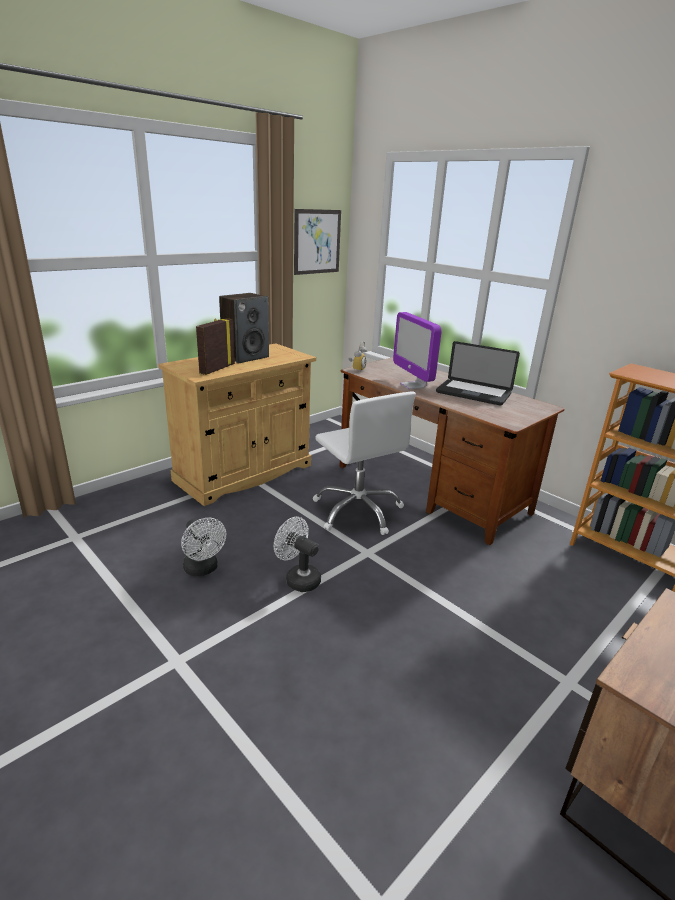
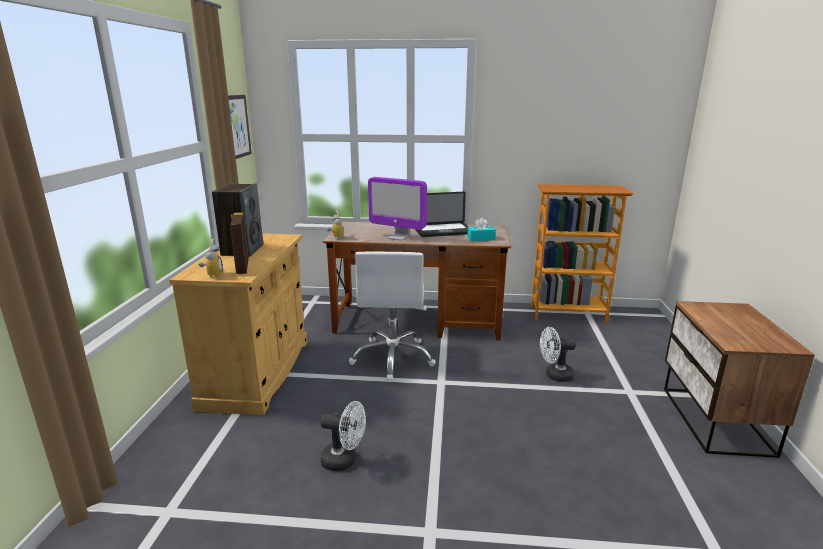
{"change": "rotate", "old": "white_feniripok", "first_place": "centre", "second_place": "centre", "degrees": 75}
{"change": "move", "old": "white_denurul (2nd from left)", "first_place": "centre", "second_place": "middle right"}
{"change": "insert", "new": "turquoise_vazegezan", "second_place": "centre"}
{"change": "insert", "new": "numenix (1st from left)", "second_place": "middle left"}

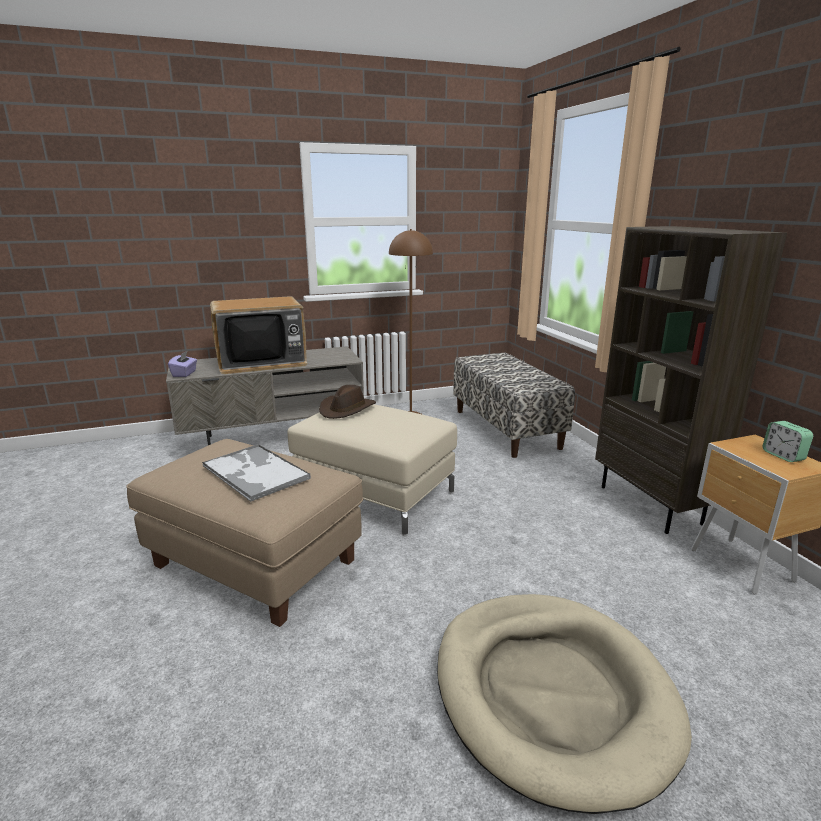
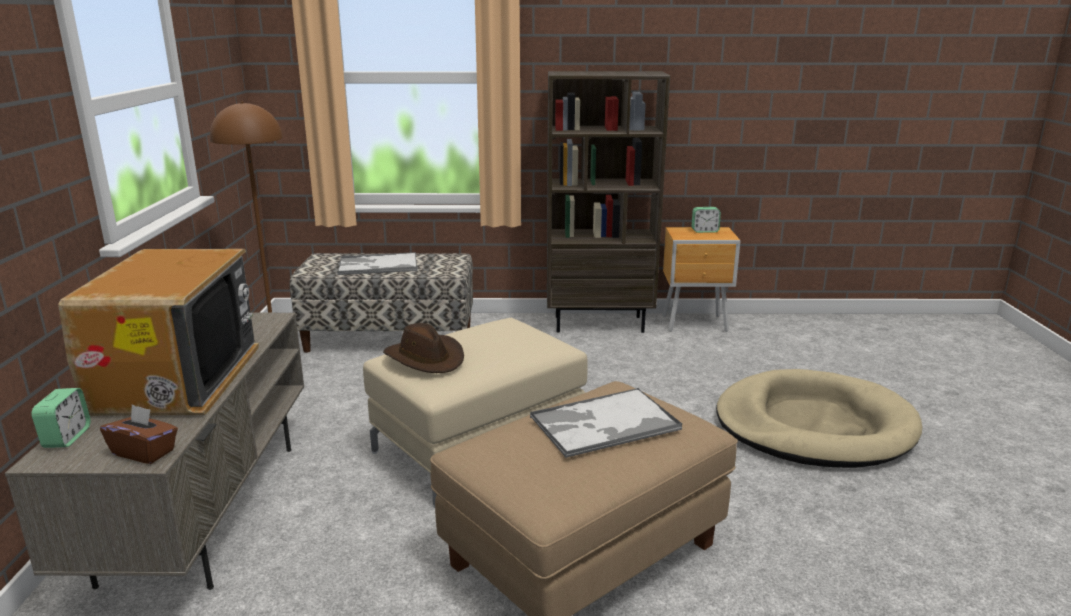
{"change": "recolor", "old": "purple_vazegezan", "new": "brown_vazegezan", "first_place": "middle left", "second_place": "bottom left"}
{"change": "insert", "new": "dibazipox (1st from left)", "second_place": "centre"}
{"change": "insert", "new": "numenix (1st from left)", "second_place": "bottom left"}

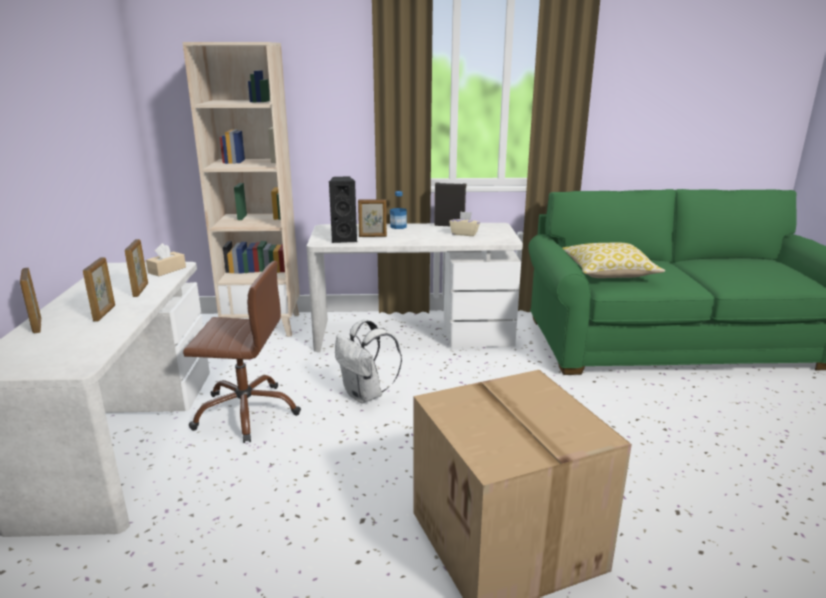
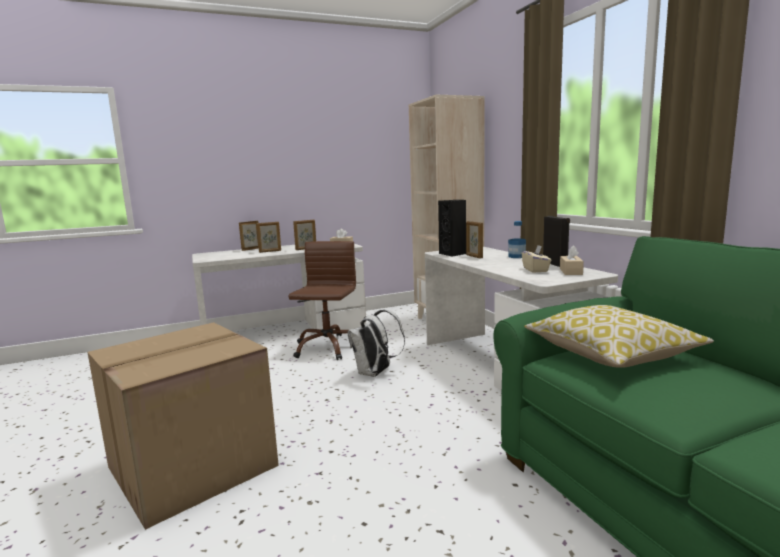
{"change": "rotate", "old": "brown_feniripok", "first_place": "middle left", "second_place": "centre", "degrees": -150}
{"change": "insert", "new": "beige_vazegezan (3rd from left)", "second_place": "middle right"}

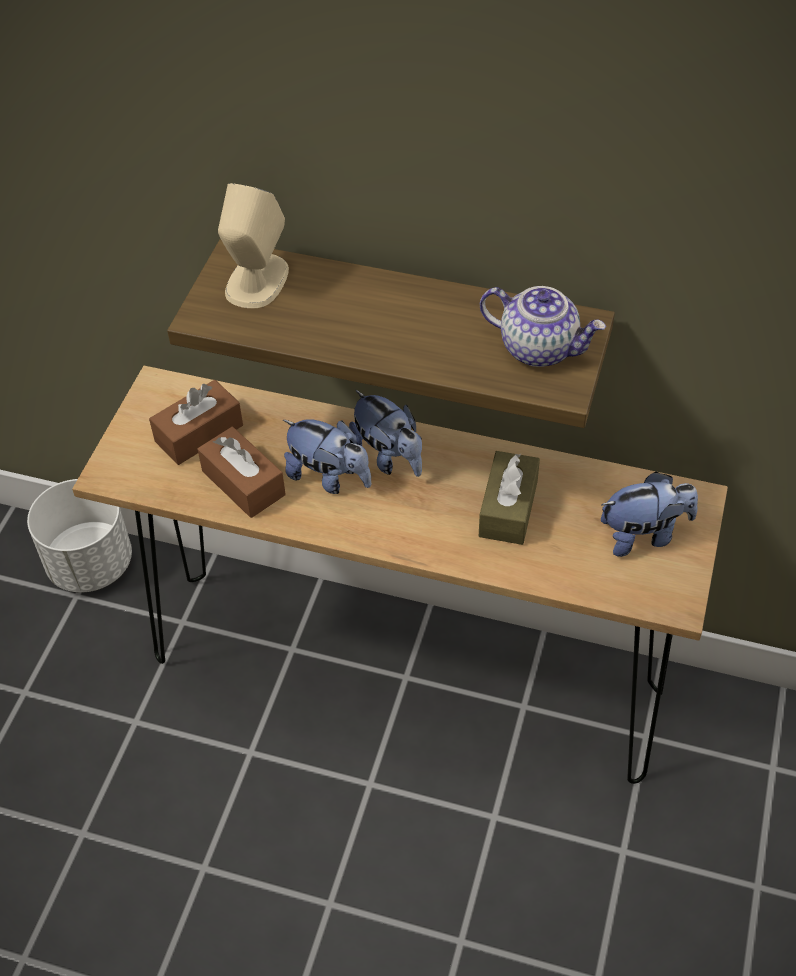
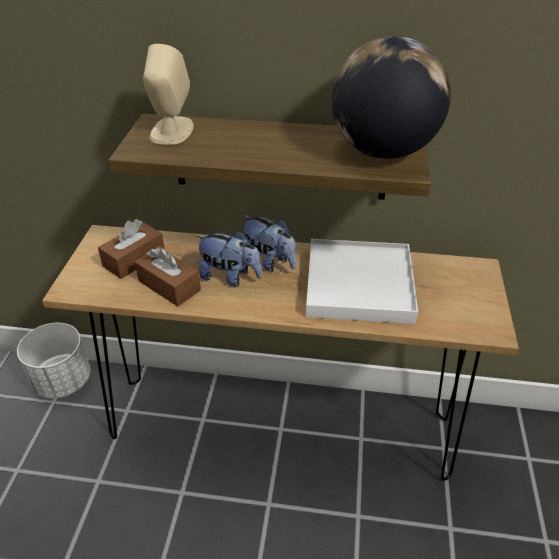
{"change": "replace", "old": "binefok", "new": "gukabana", "first_place": "middle right", "second_place": "top right"}
{"change": "replace", "old": "brown_vazegezan (3rd from left)", "new": "white_dibazipox", "first_place": "centre", "second_place": "centre"}
{"change": "delete", "old": "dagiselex (3rd from left)", "first_place": "middle right"}

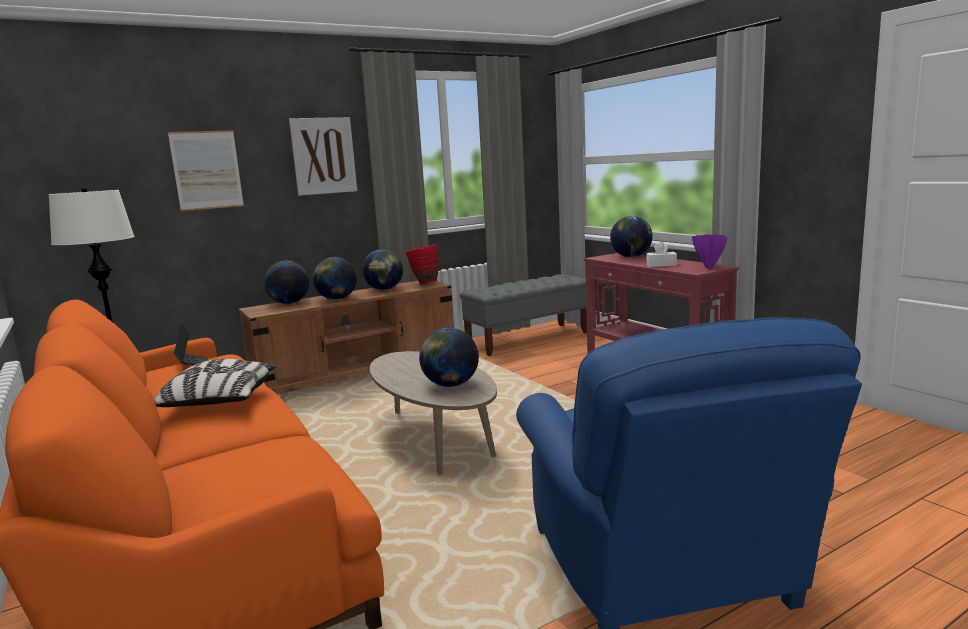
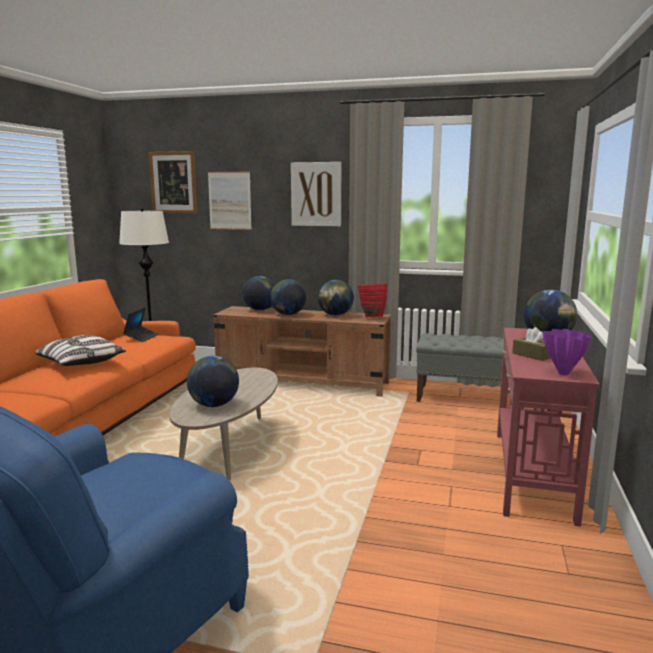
{"change": "recolor", "old": "white_vazegezan", "new": "brown_vazegezan", "first_place": "middle right", "second_place": "middle right"}
{"change": "insert", "new": "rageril (1st from left)", "second_place": "top left"}

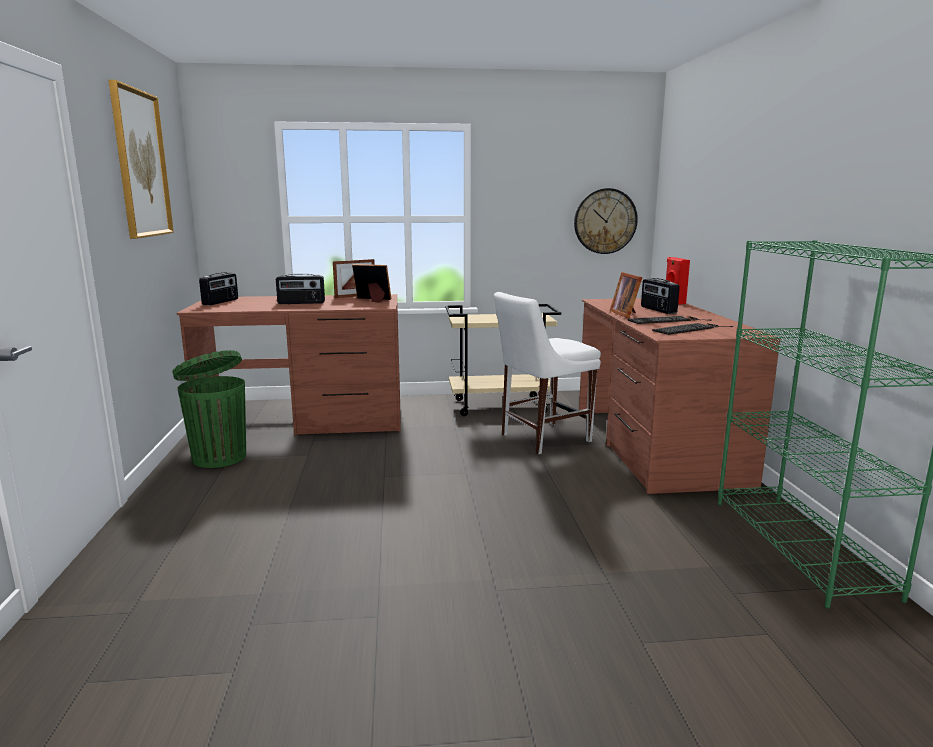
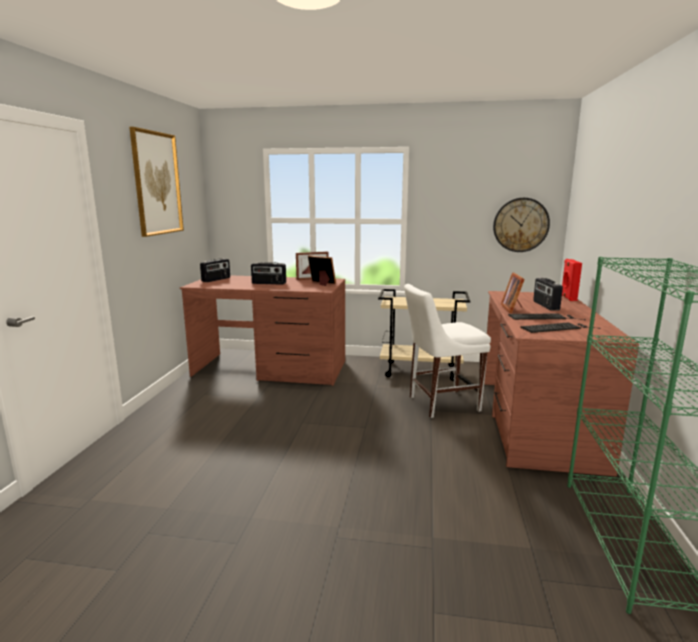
{"change": "delete", "old": "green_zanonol", "first_place": "middle left"}

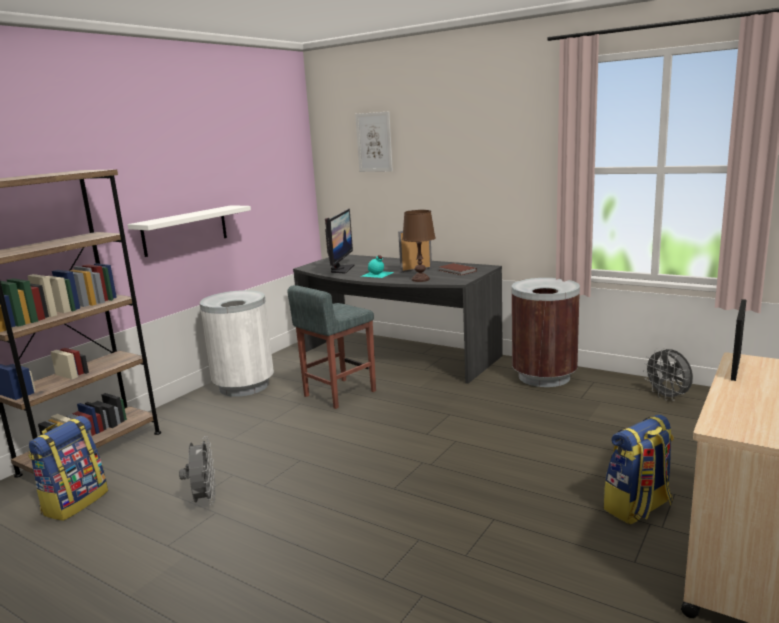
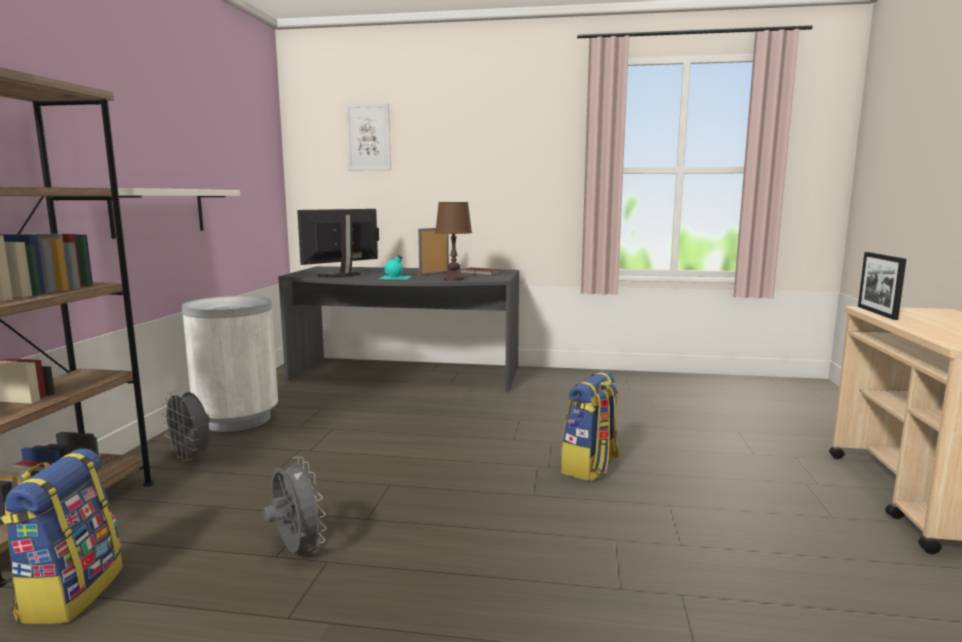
{"change": "rotate", "old": "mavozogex", "first_place": "centre", "second_place": "centre", "degrees": -120}
{"change": "delete", "old": "brown_zanonol", "first_place": "middle right"}
{"change": "delete", "old": "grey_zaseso", "first_place": "centre"}
{"change": "move", "old": "grey_denurul (2nd from left in the first image)", "new": "grey_denurul (1st from left)", "first_place": "middle right", "second_place": "middle left"}
{"change": "move", "old": "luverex (2nd from left)", "first_place": "bottom right", "second_place": "centre"}

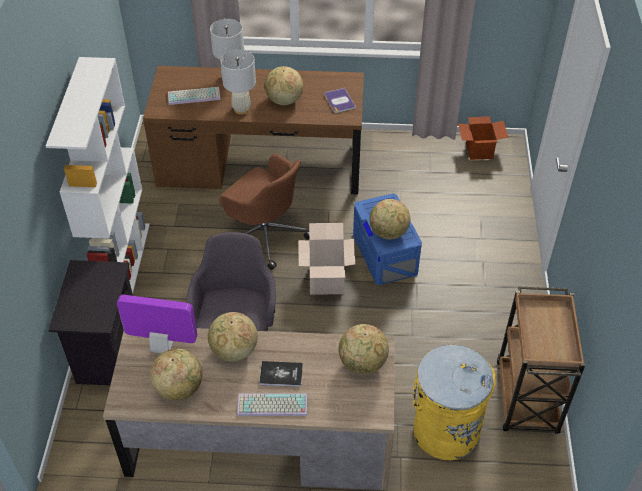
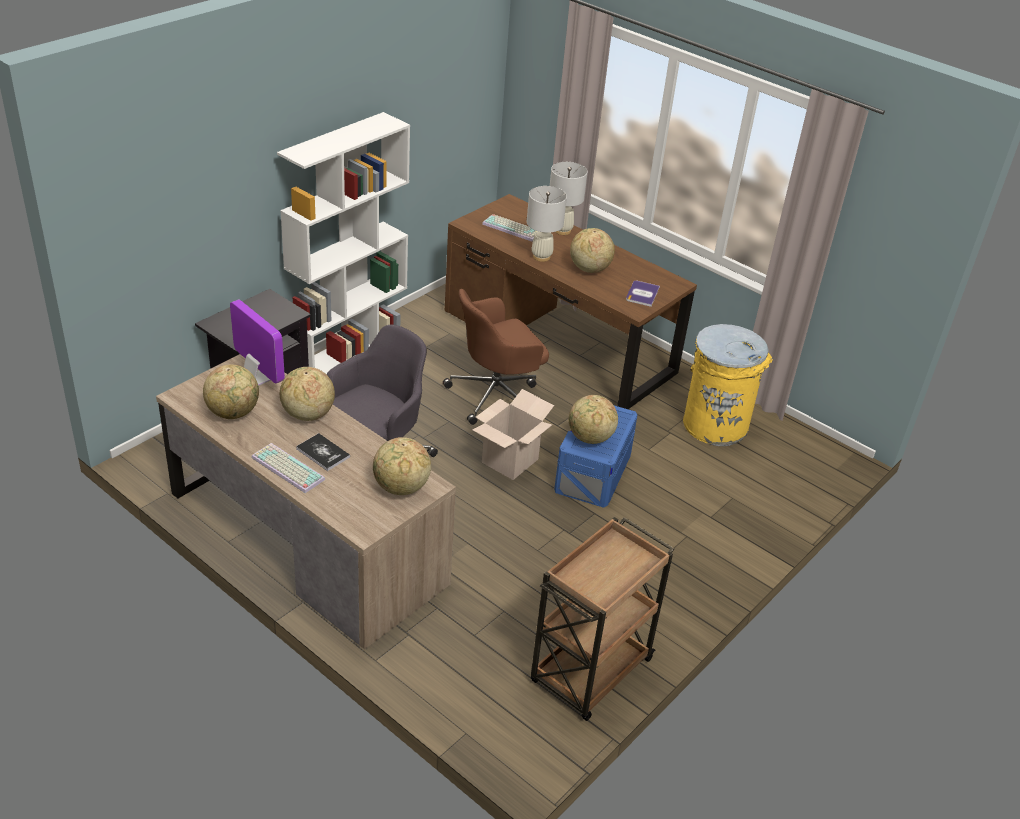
{"change": "delete", "old": "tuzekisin (2nd from left)", "first_place": "top right"}
{"change": "rotate", "old": "brown_feniripok", "first_place": "centre", "second_place": "centre", "degrees": 75}
{"change": "move", "old": "yellow_zanonol", "first_place": "bottom right", "second_place": "middle right"}

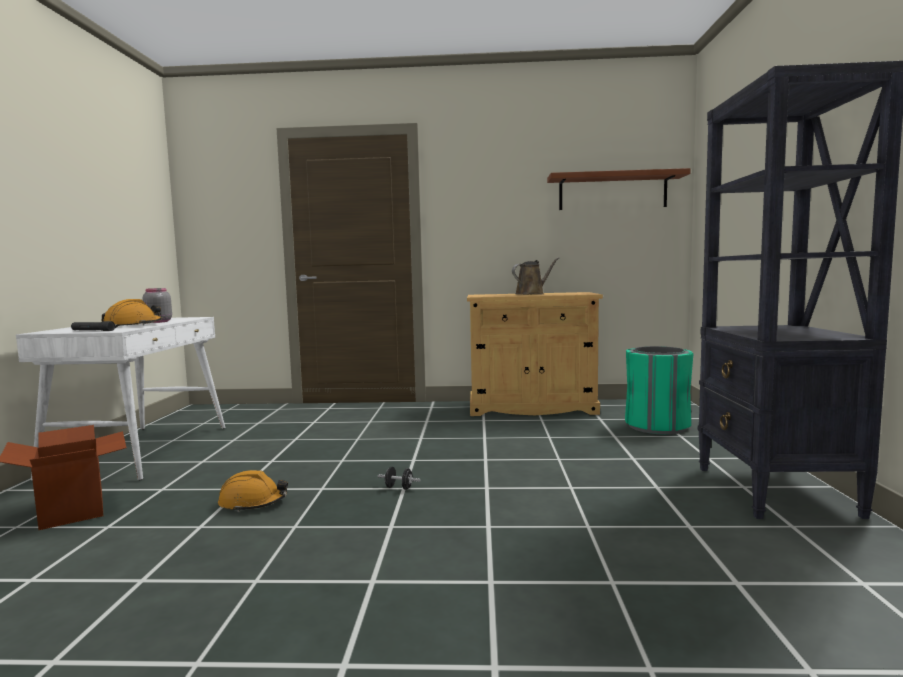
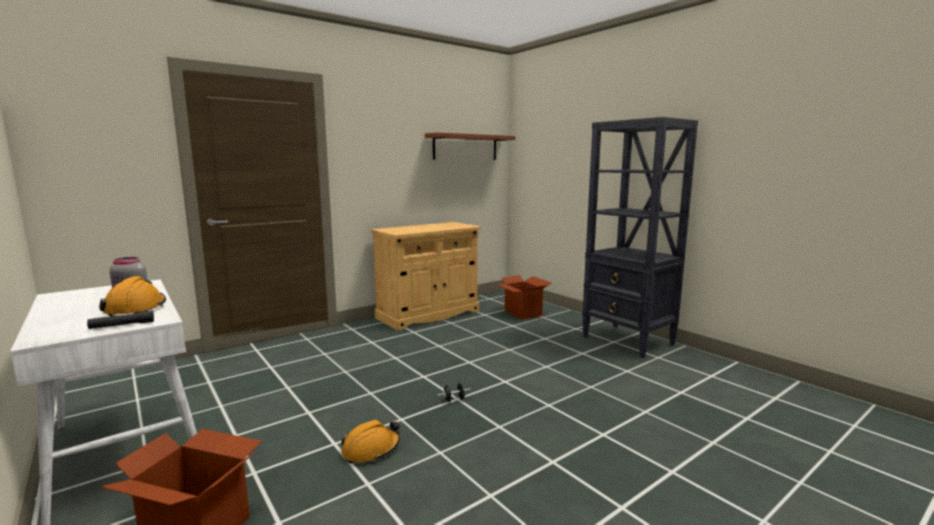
{"change": "delete", "old": "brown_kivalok", "first_place": "centre"}
{"change": "replace", "old": "green_zanonol", "new": "tuzekisin (2nd from left)", "first_place": "middle right", "second_place": "centre"}

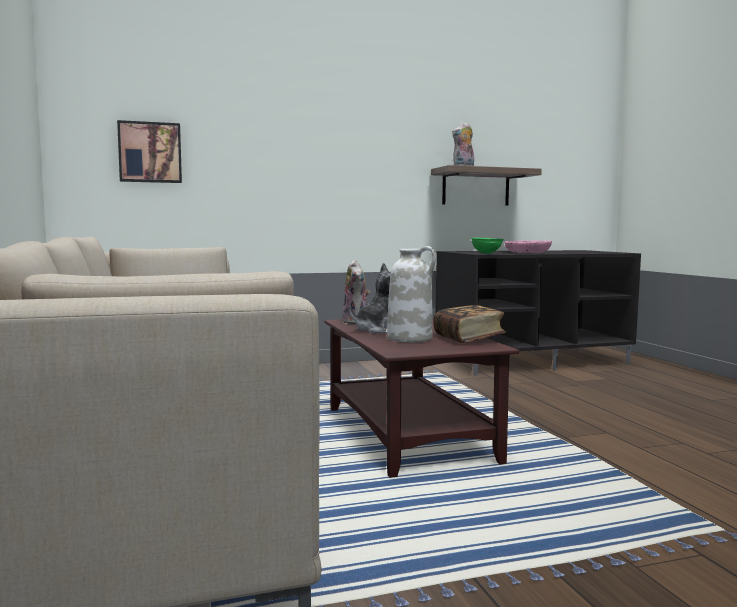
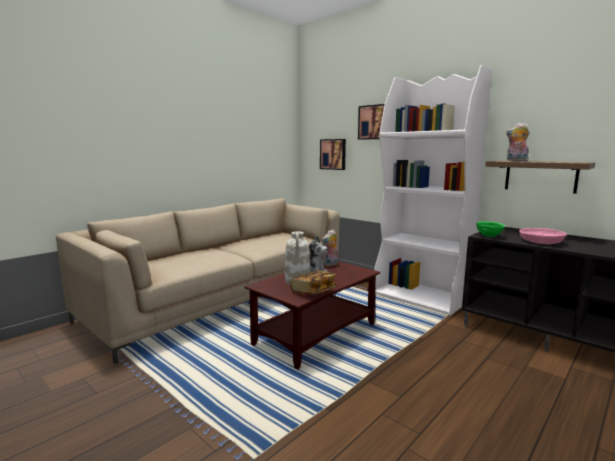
{"change": "insert", "new": "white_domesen", "second_place": "middle right"}
{"change": "insert", "new": "rageril (2nd from left)", "second_place": "top centre"}

